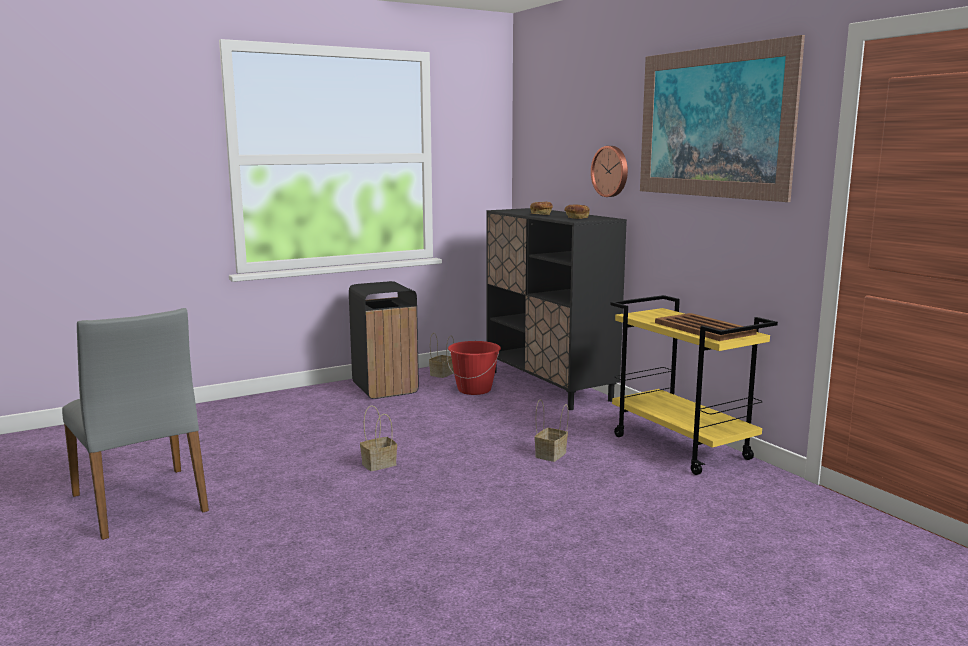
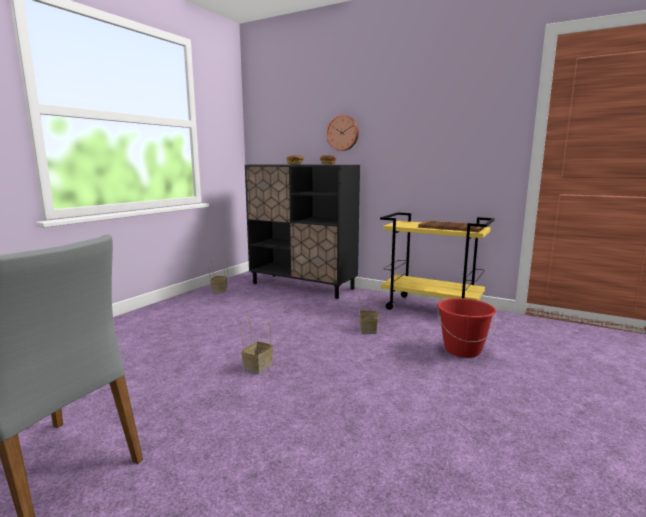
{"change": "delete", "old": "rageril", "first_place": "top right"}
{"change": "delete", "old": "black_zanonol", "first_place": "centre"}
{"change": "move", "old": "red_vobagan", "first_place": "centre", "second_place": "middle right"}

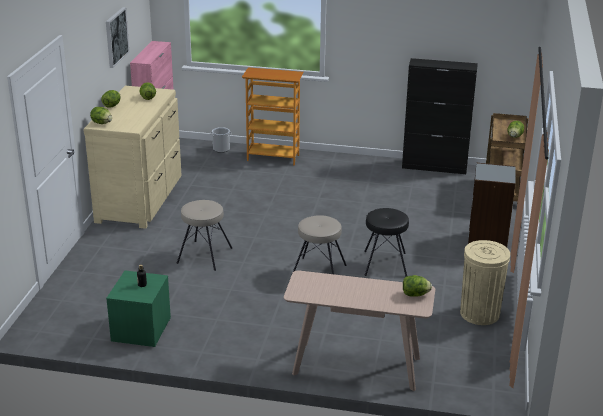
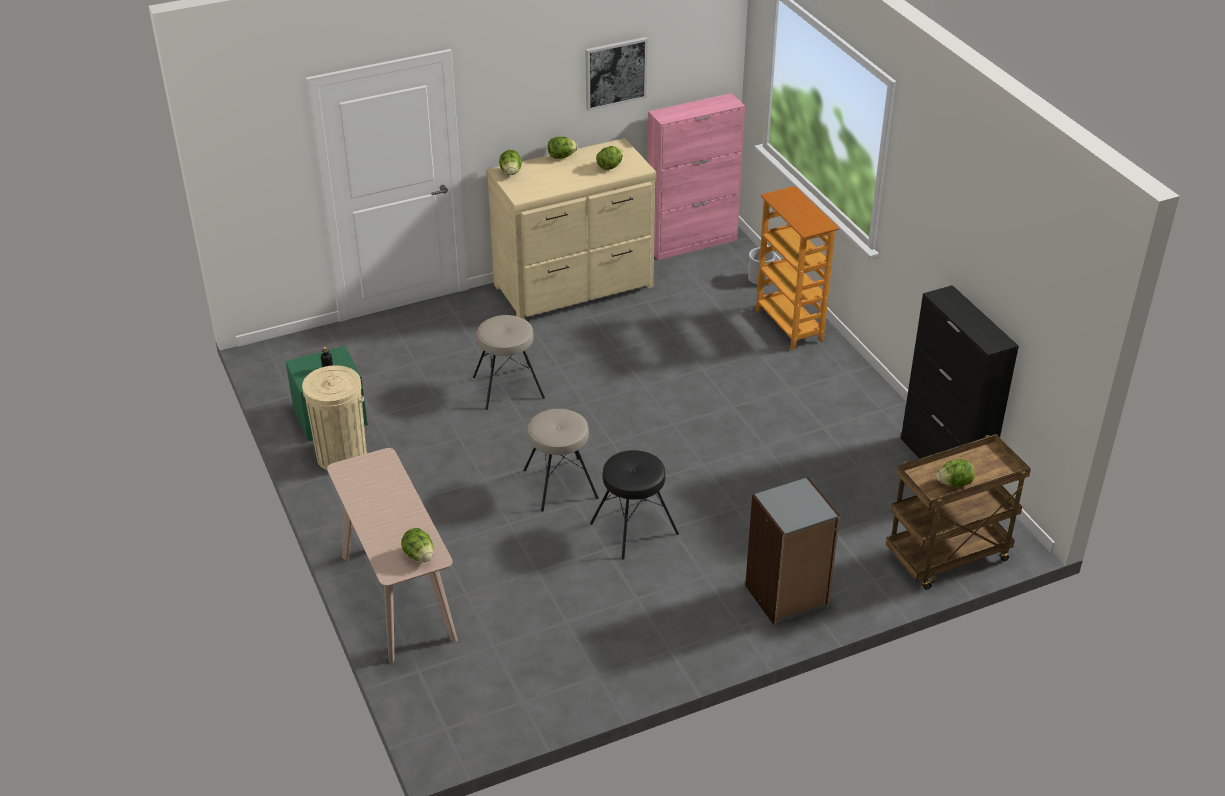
{"change": "move", "old": "beige_zanonol", "first_place": "bottom right", "second_place": "middle left"}

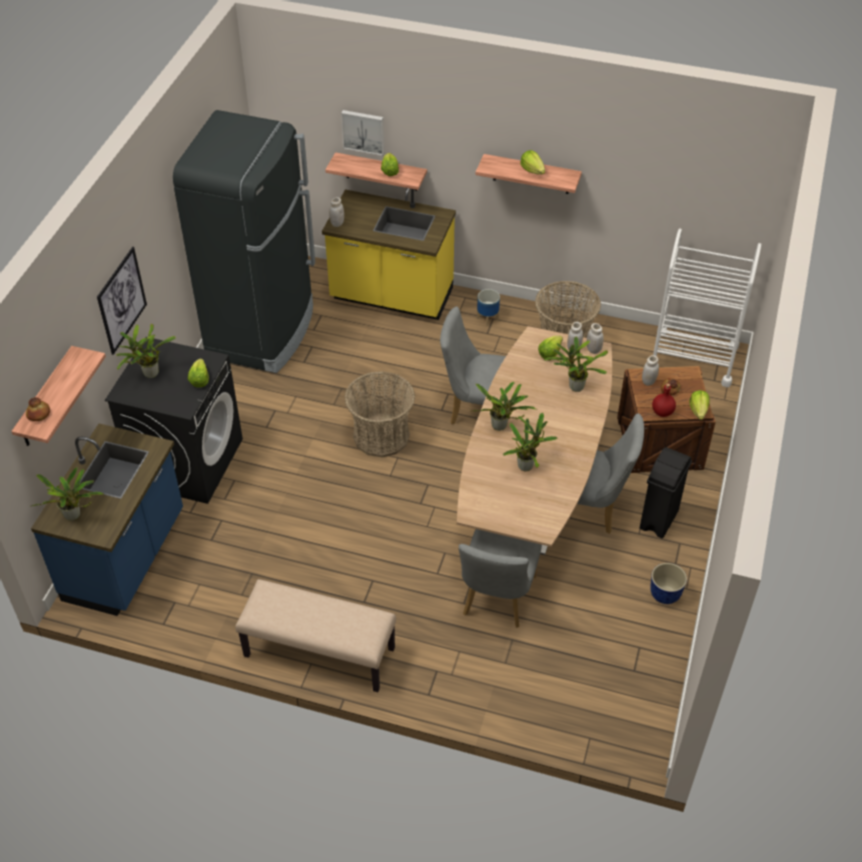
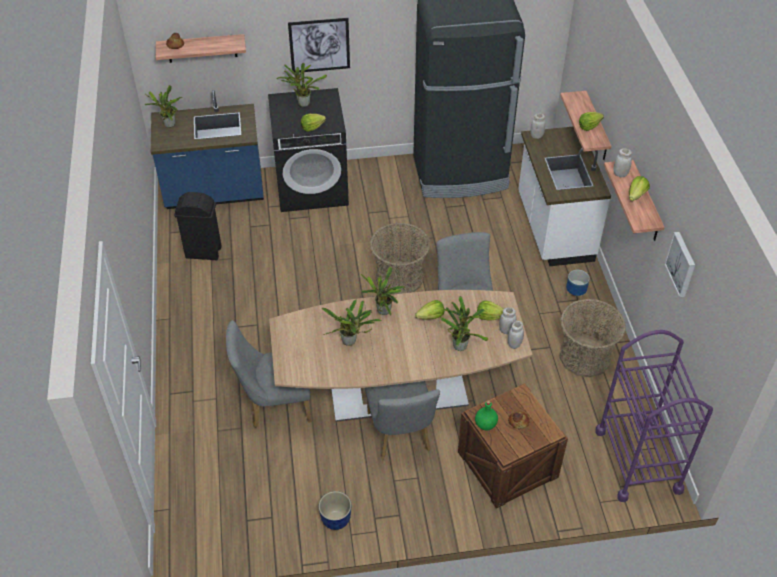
{"change": "move", "old": "rageril (2nd from left)", "first_place": "top centre", "second_place": "middle right"}
{"change": "recolor", "old": "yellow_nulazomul", "new": "white_nulazomul", "first_place": "top centre", "second_place": "middle right"}
{"change": "recolor", "old": "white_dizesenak", "new": "purple_dizesenak", "first_place": "middle right", "second_place": "bottom right"}
{"change": "move", "old": "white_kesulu (4th from left)", "first_place": "middle right", "second_place": "top right"}
{"change": "recolor", "old": "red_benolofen", "new": "green_benolofen", "first_place": "middle right", "second_place": "bottom centre"}
{"change": "move", "old": "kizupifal (5th from left in the first image)", "new": "kizupifal (2nd from left)", "first_place": "middle right", "second_place": "centre"}
{"change": "move", "old": "black_zanonol", "first_place": "middle right", "second_place": "middle left"}
{"change": "delete", "old": "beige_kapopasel", "first_place": "bottom centre"}

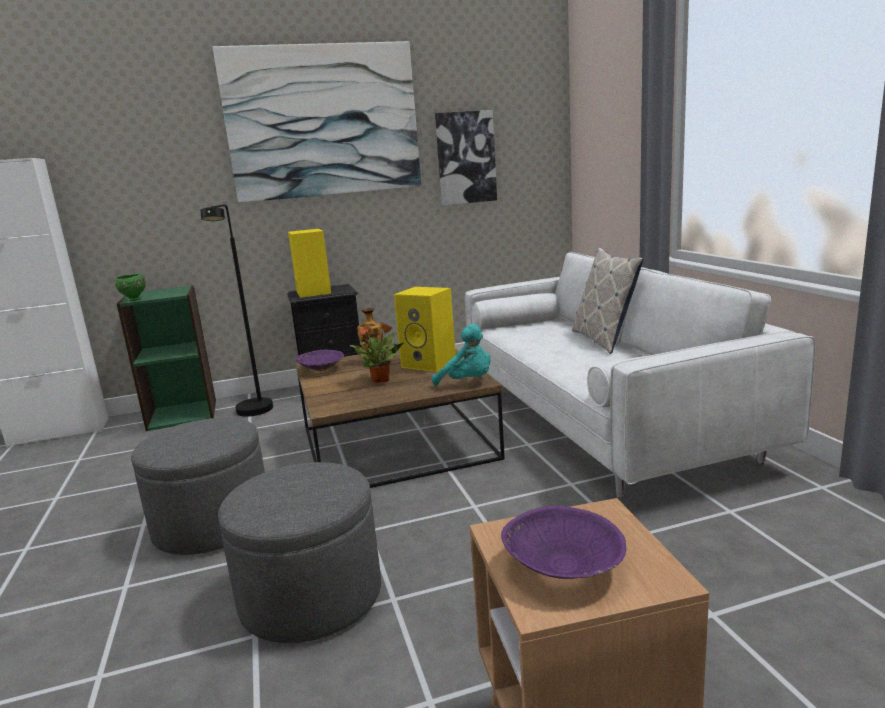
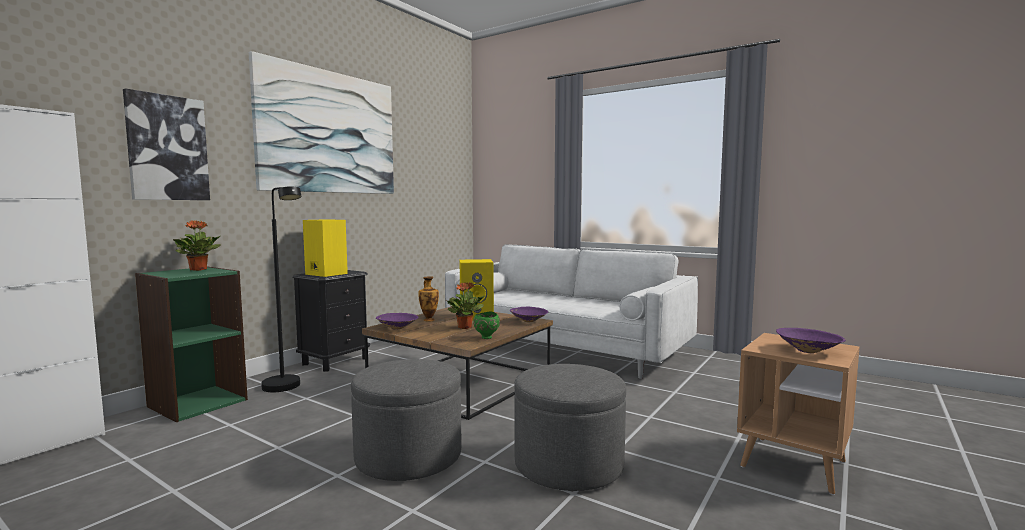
{"change": "move", "old": "rageril (2nd from left in the first image)", "new": "rageril (1st from left)", "first_place": "top centre", "second_place": "top left"}
{"change": "delete", "old": "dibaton", "first_place": "middle right"}
{"change": "move", "old": "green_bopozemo", "first_place": "middle left", "second_place": "centre"}
{"change": "replace", "old": "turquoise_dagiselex", "new": "purple_bopozemo (2nd from left)", "first_place": "centre", "second_place": "centre"}
{"change": "insert", "new": "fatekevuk (1st from left)", "second_place": "middle left"}

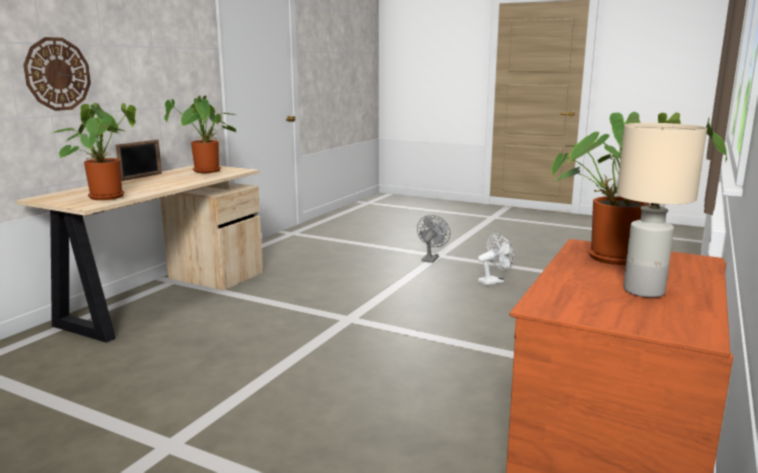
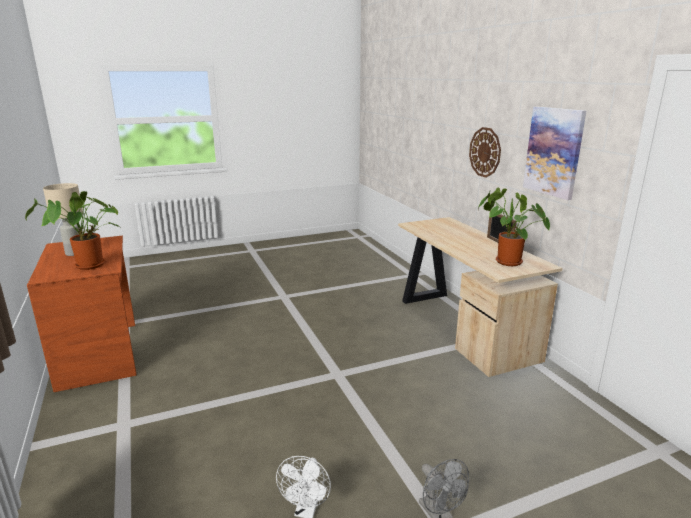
{"change": "delete", "old": "fatekevuk (1st from left)", "first_place": "top left"}
{"change": "insert", "new": "rageril", "second_place": "top right"}

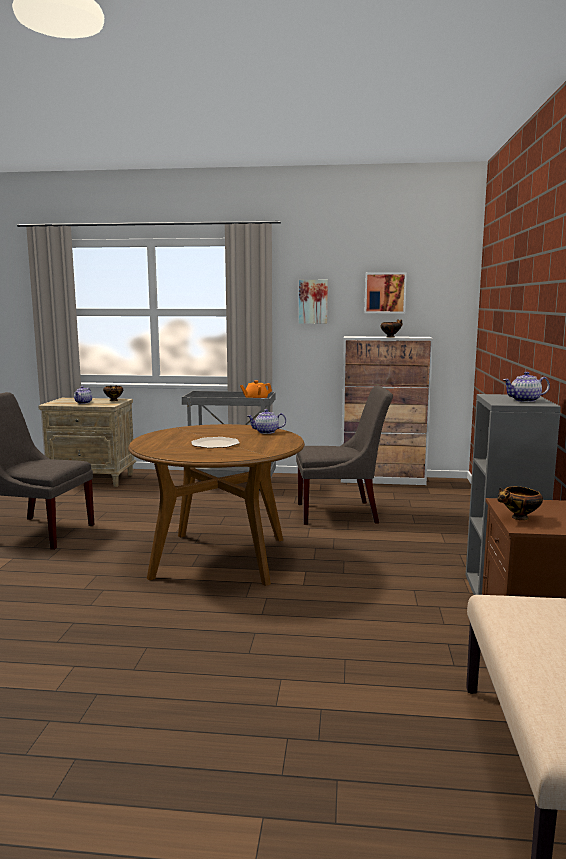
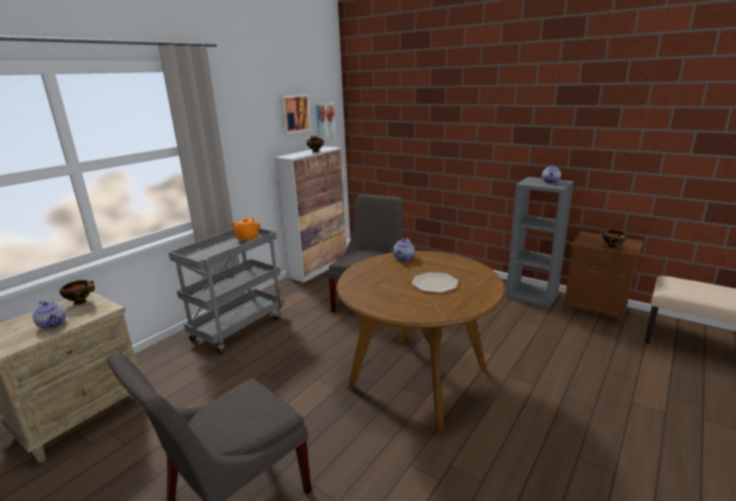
{"change": "move", "old": "rageril (1st from left in the first image)", "new": "rageril (2nd from left)", "first_place": "centre", "second_place": "top centre"}

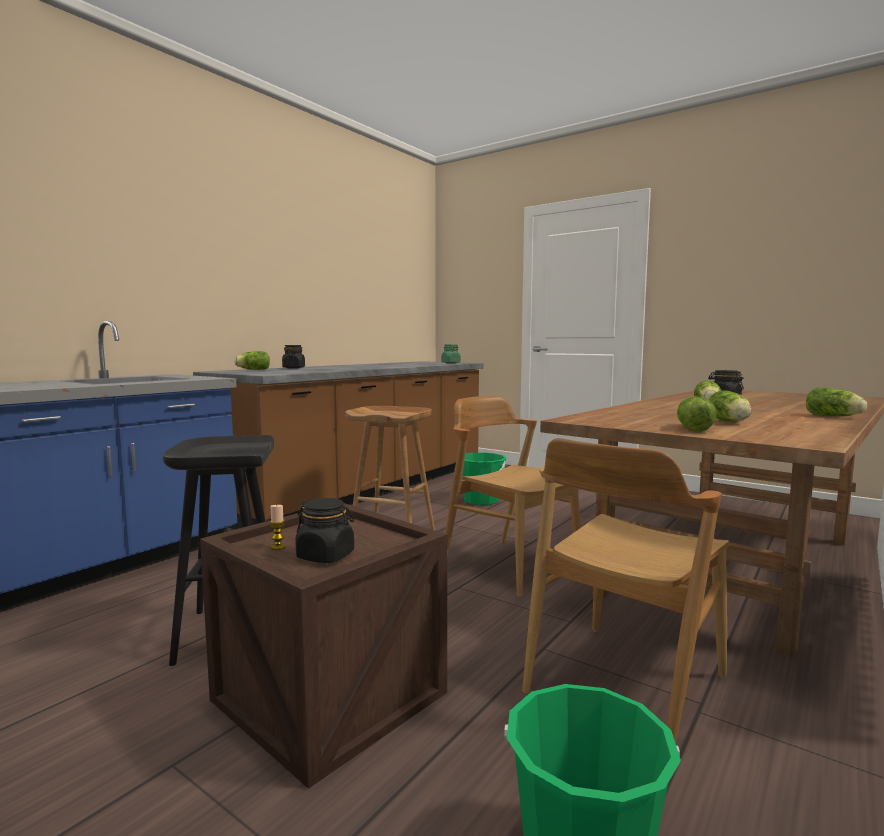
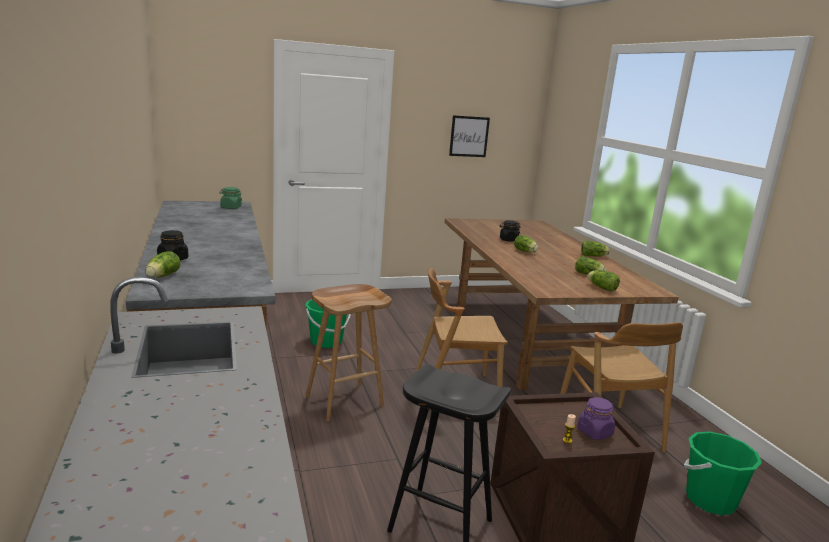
{"change": "recolor", "old": "black_kesulu (2nd from left)", "new": "purple_kesulu", "first_place": "centre", "second_place": "bottom right"}
{"change": "insert", "new": "rageril", "second_place": "top centre"}

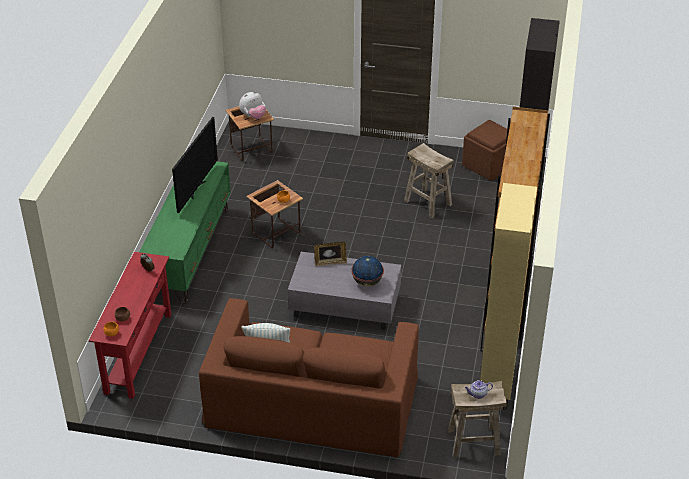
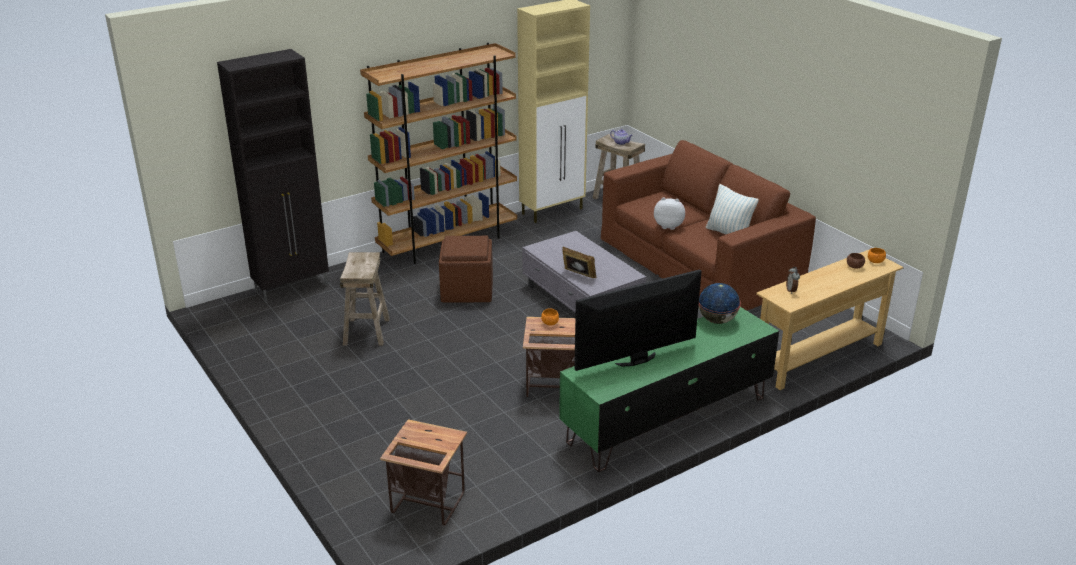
{"change": "move", "old": "dagiselex", "first_place": "top centre", "second_place": "centre"}
{"change": "move", "old": "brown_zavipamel", "first_place": "top right", "second_place": "centre"}
{"change": "recolor", "old": "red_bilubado", "new": "beige_bilubado", "first_place": "bottom left", "second_place": "middle right"}
{"change": "move", "old": "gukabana", "first_place": "centre", "second_place": "middle right"}

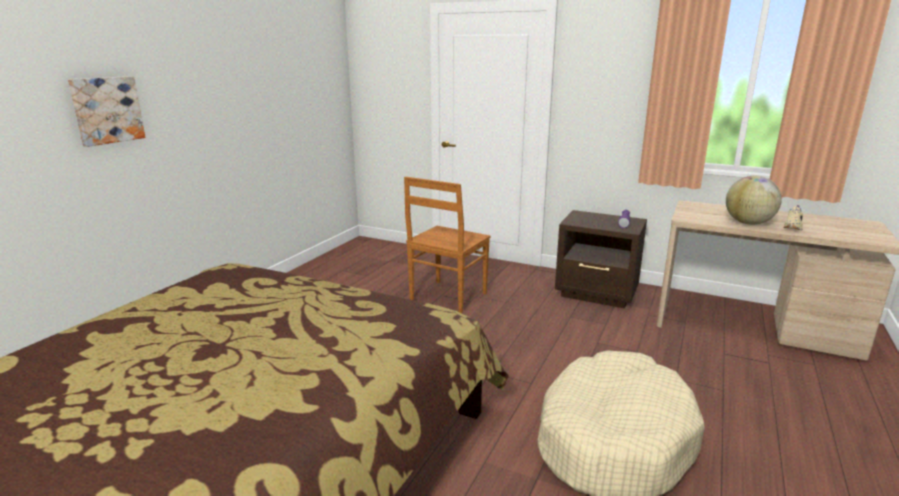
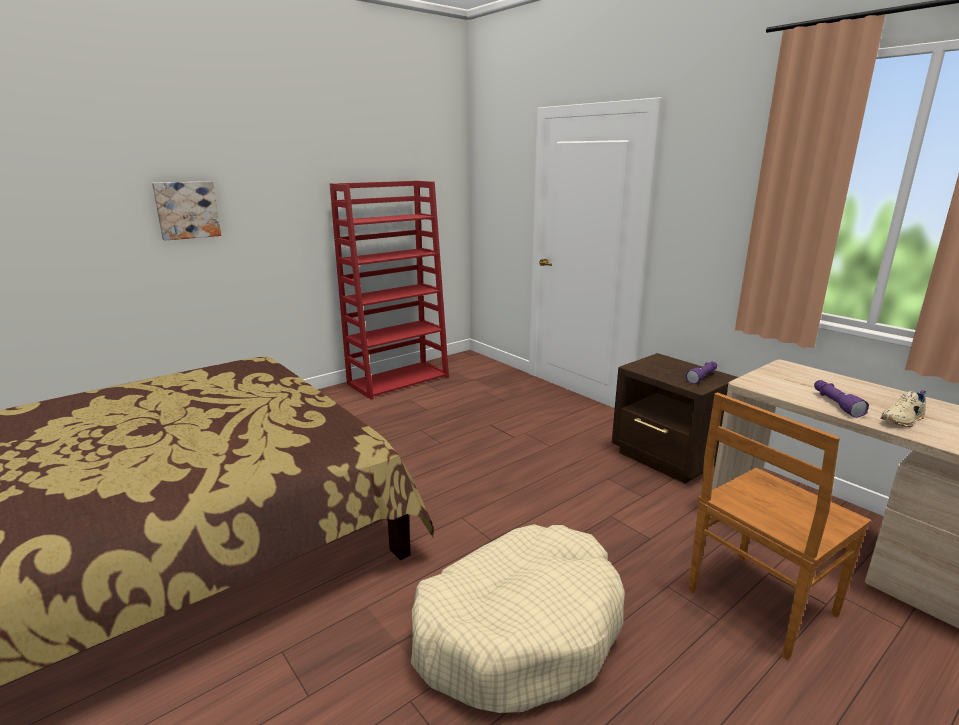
{"change": "replace", "old": "gukabana", "new": "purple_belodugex (2nd from left)", "first_place": "middle right", "second_place": "middle right"}
{"change": "move", "old": "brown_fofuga", "first_place": "centre", "second_place": "bottom right"}
{"change": "insert", "new": "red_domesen", "second_place": "centre"}

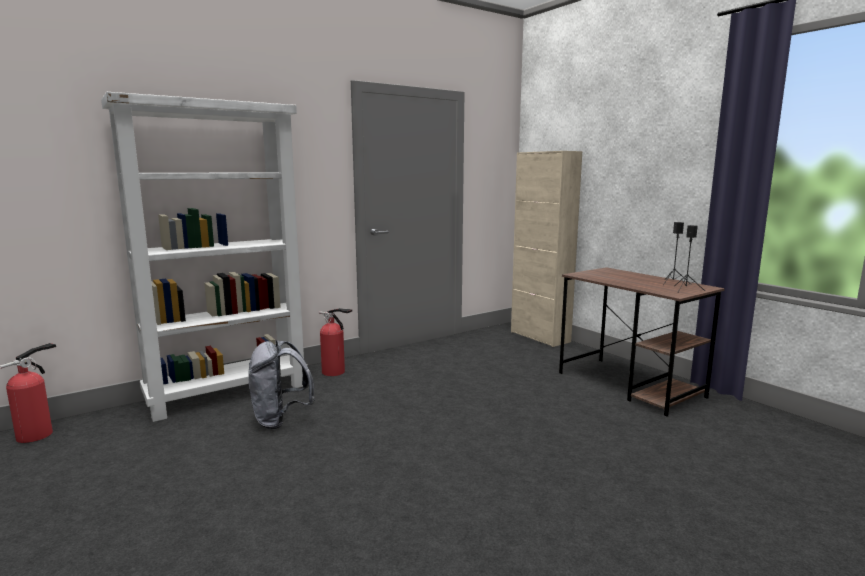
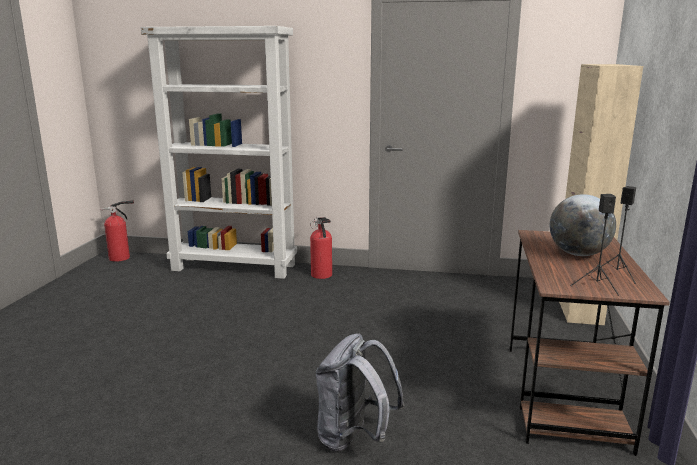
{"change": "move", "old": "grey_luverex", "first_place": "bottom left", "second_place": "bottom centre"}
{"change": "insert", "new": "gukabana", "second_place": "middle right"}

